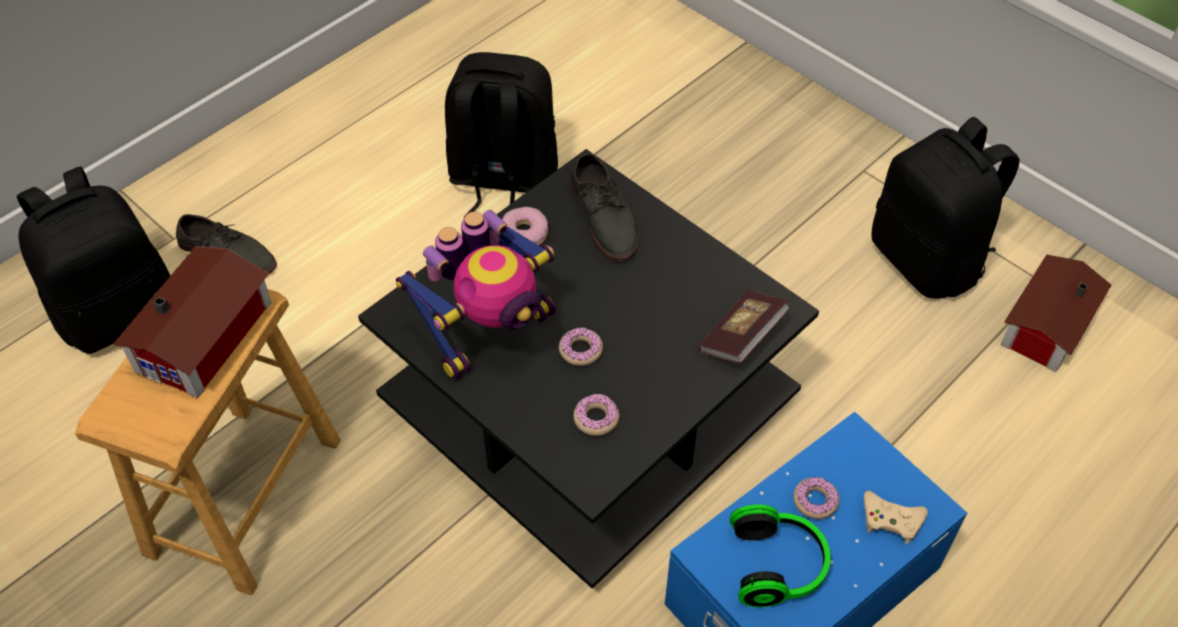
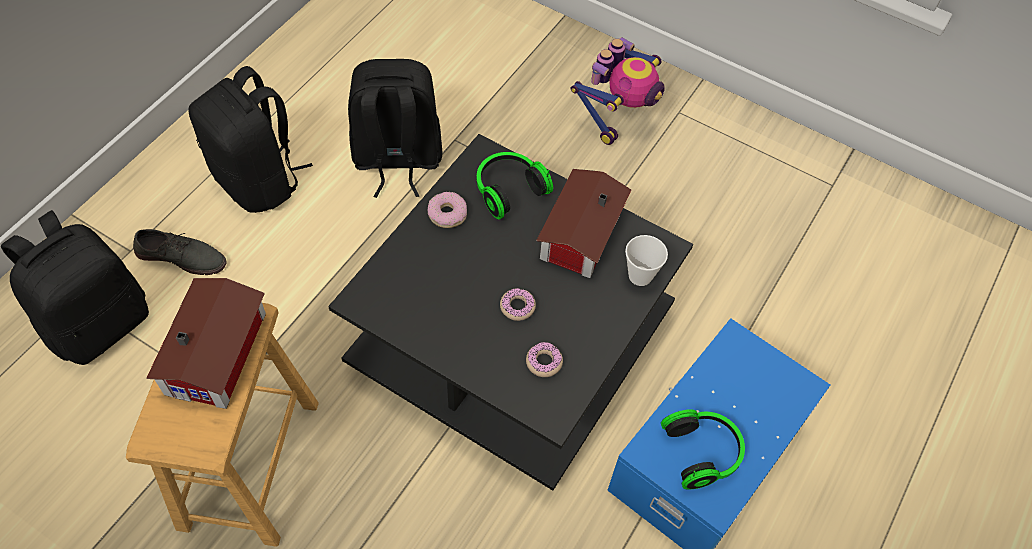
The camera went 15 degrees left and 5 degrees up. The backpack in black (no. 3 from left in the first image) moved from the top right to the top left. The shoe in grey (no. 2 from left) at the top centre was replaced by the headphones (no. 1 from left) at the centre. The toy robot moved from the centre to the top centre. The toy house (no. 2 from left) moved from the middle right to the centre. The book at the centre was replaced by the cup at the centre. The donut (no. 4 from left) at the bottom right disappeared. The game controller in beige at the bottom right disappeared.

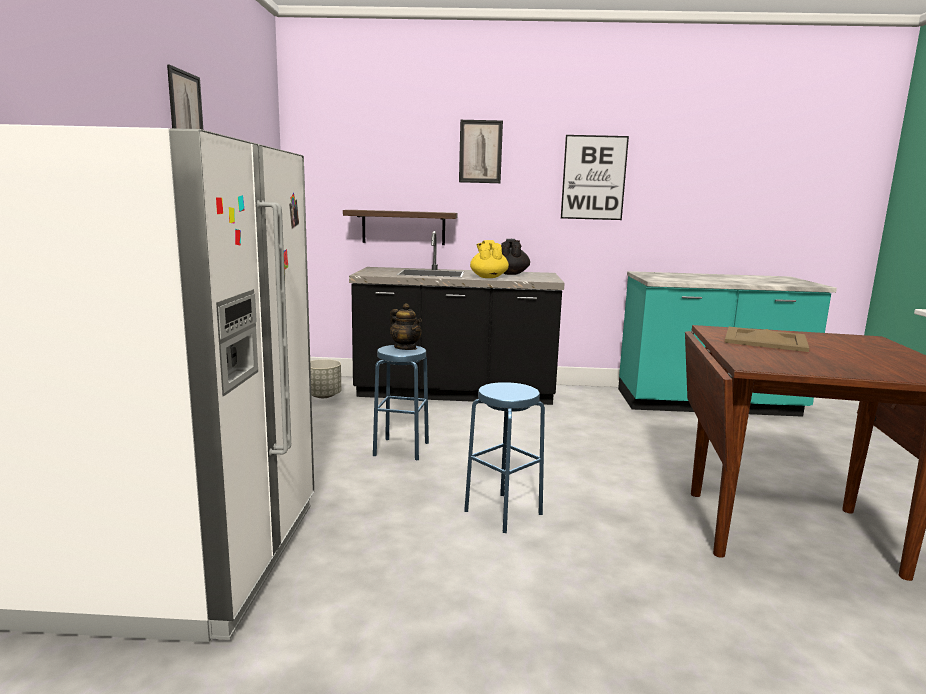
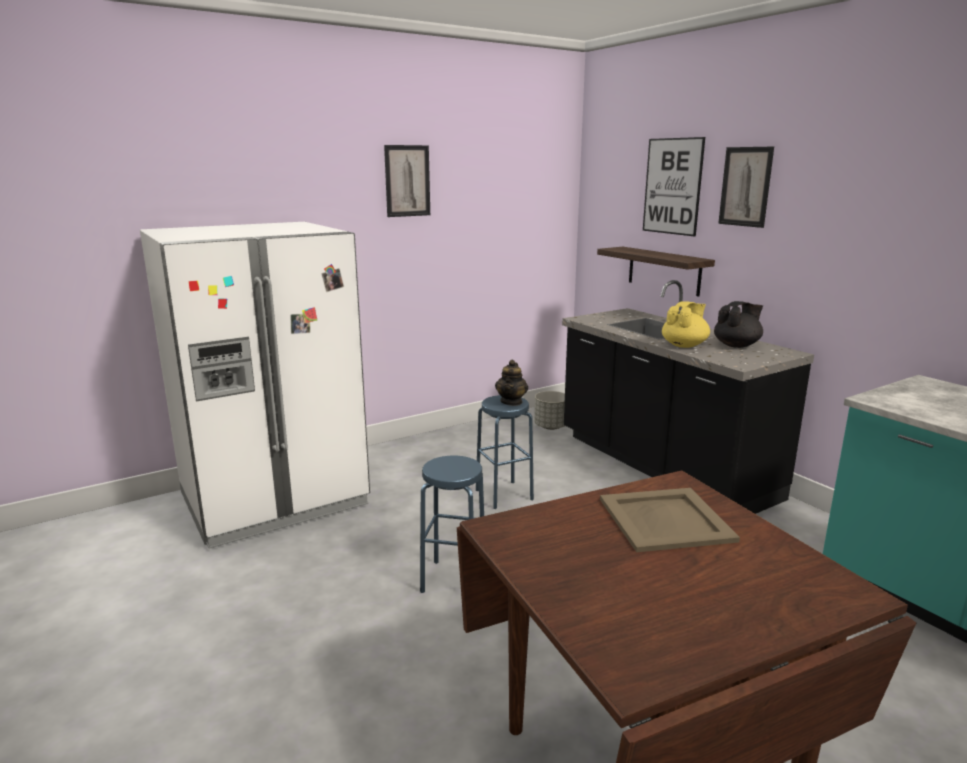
The camera went 55 degrees right and 5 degrees up. The picture (no. 3 from left in the first image) moved from the top centre to the top right.

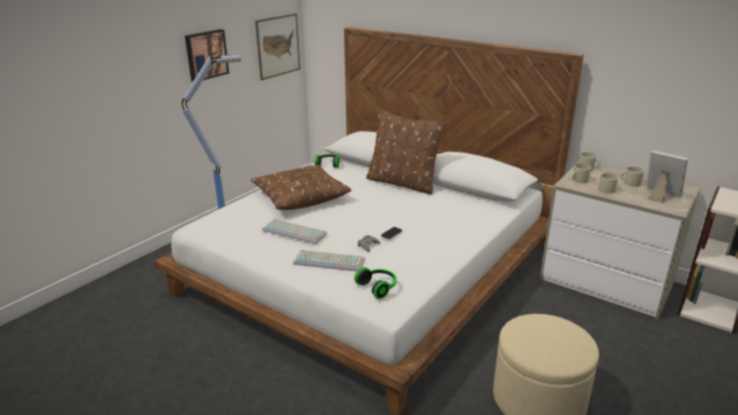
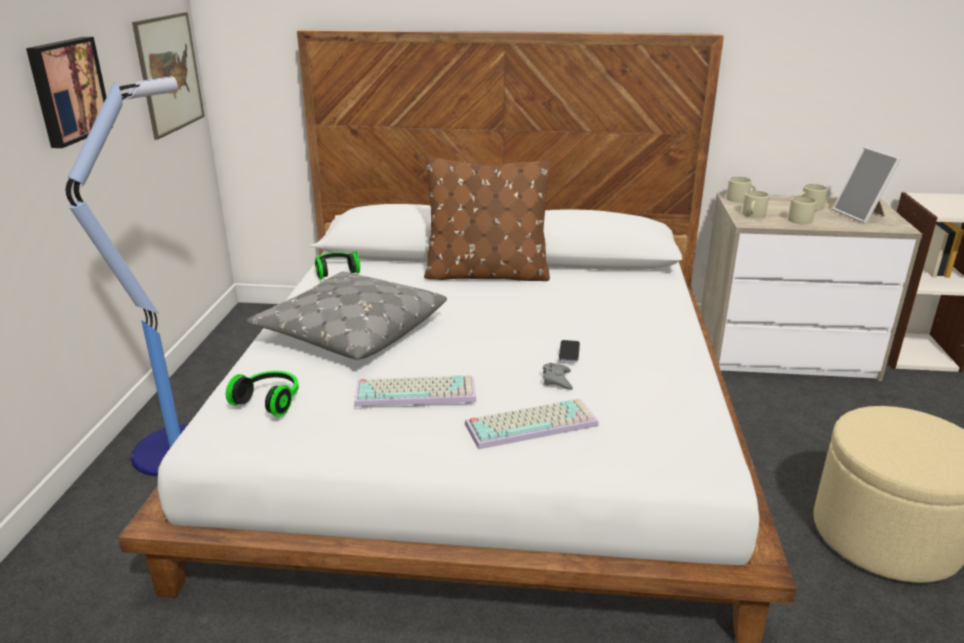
The camera went 30 degrees left and 0 degrees up. The picture frame at the middle right turned 120 degrees counterclockwise. The pillow in brown (no. 1 from left) at the centre became the pillow in grey at the centre. The headphones (no. 2 from left in the first image) moved from the bottom centre to the middle left.

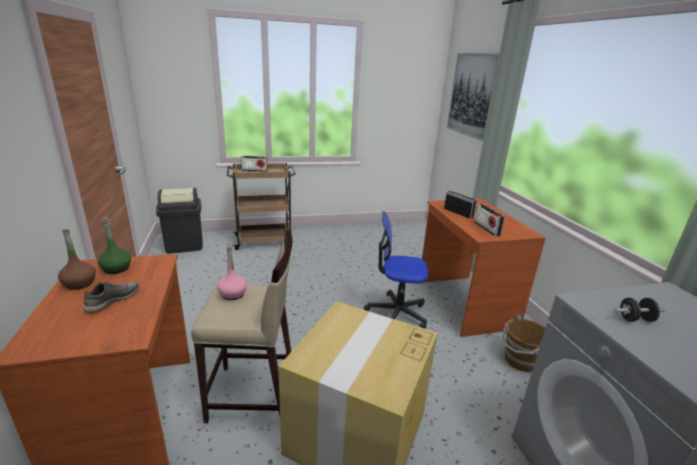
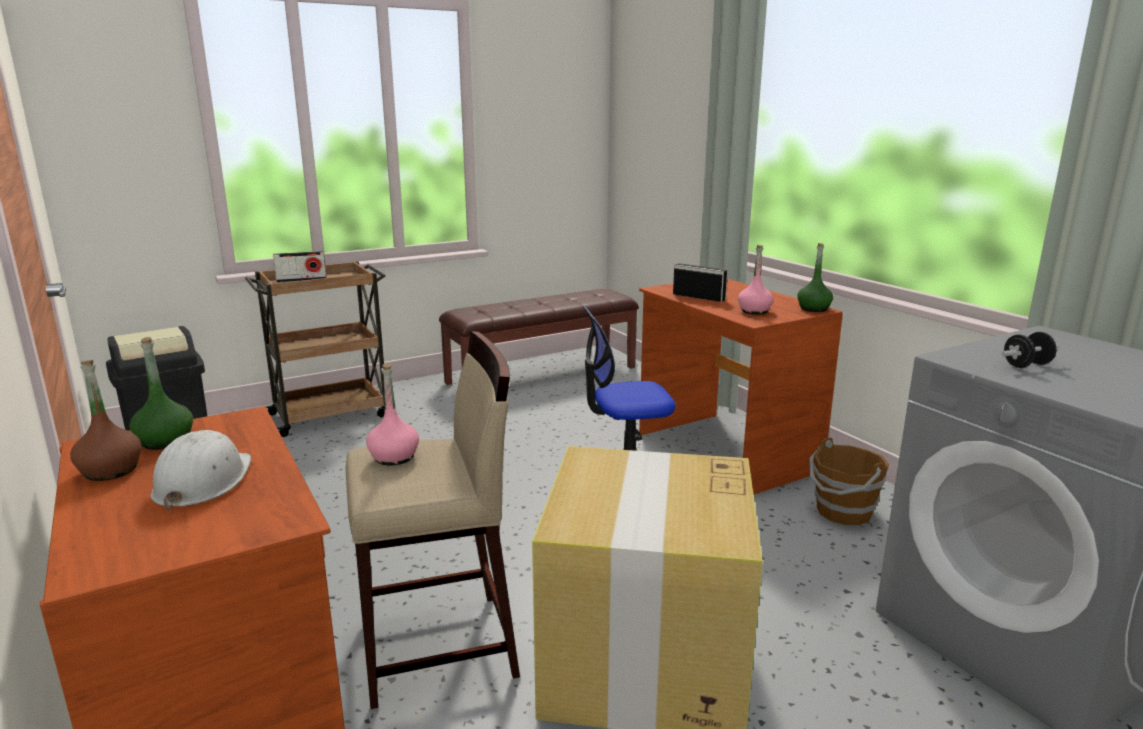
The camera went 15 degrees left and 5 degrees down. The picture at the top right disappeared. The radio (no. 3 from left) at the middle right was replaced by the bottle in pink (no. 2 from left) at the centre. The shoe in grey at the middle left was replaced by the hard hat in white at the middle left. The bottle in green (no. 2 from left) at the middle right appeared. The bench in brown at the centre appeared.

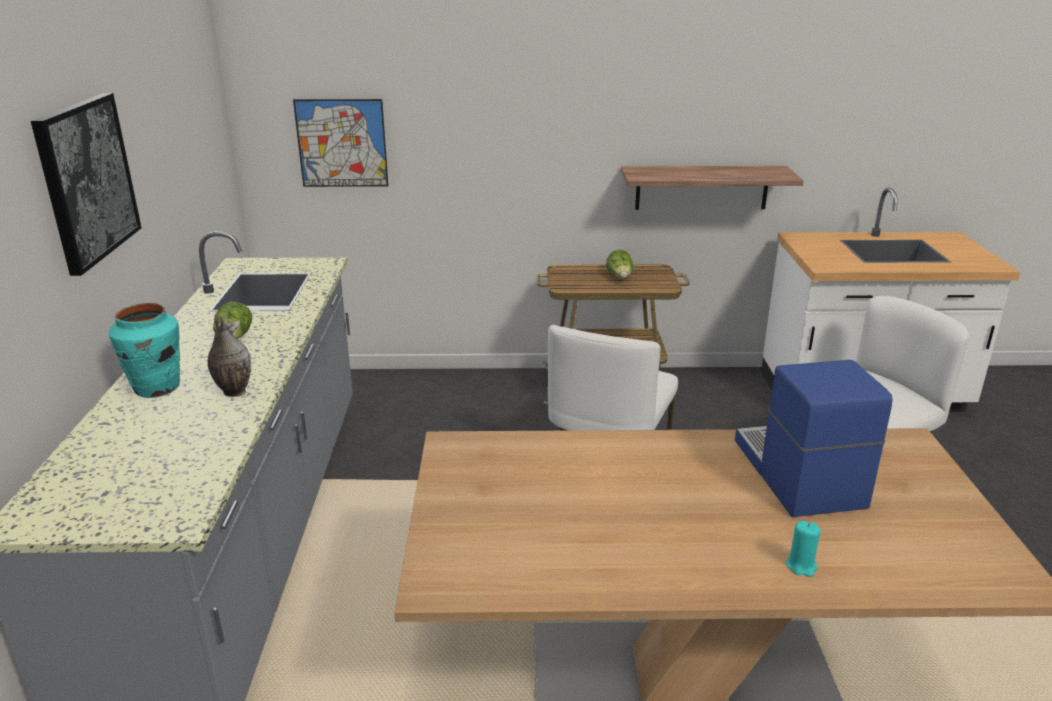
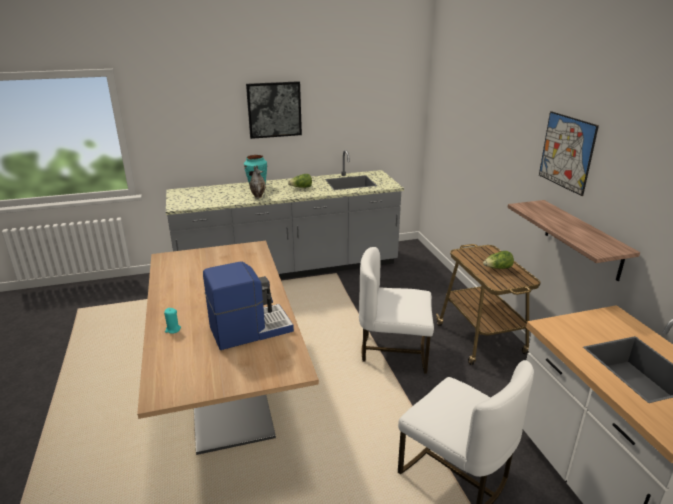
The camera went 75 degrees right and 0 degrees up. The picture (no. 2 from left) moved from the top left to the top right.

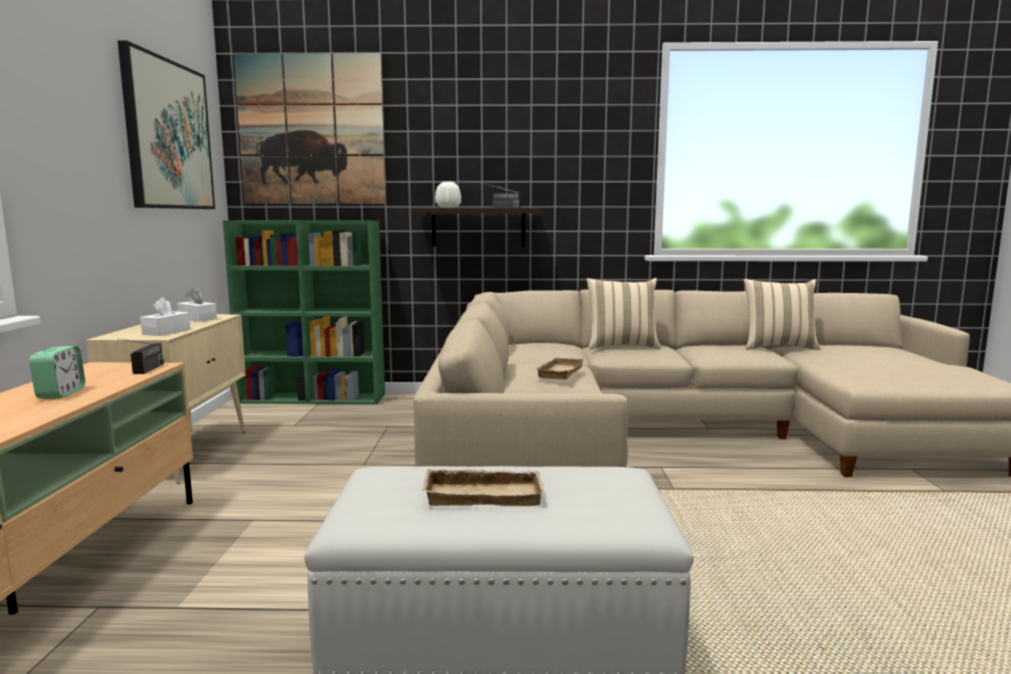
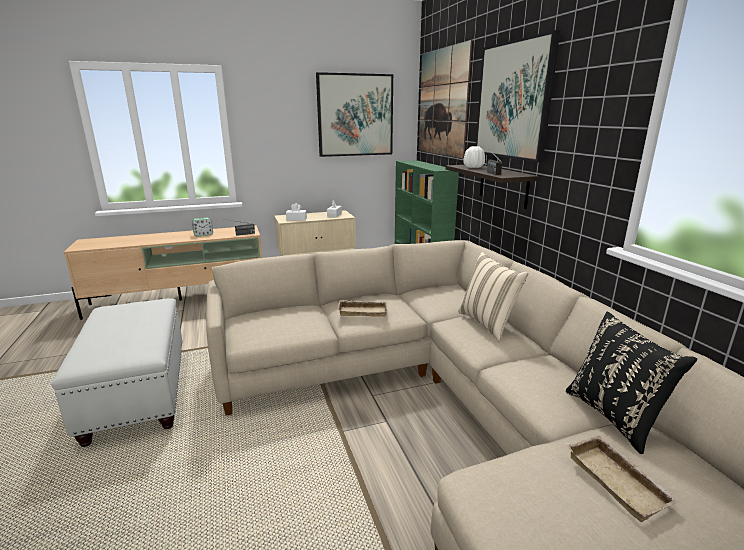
The camera went 70 degrees right and 10 degrees up. The pillow in beige (no. 2 from left) at the middle right became the pillow in black at the bottom right. The tray in beige (no. 1 from left in the first image) moved from the bottom centre to the bottom right. The picture (no. 3 from left) at the top right appeared.

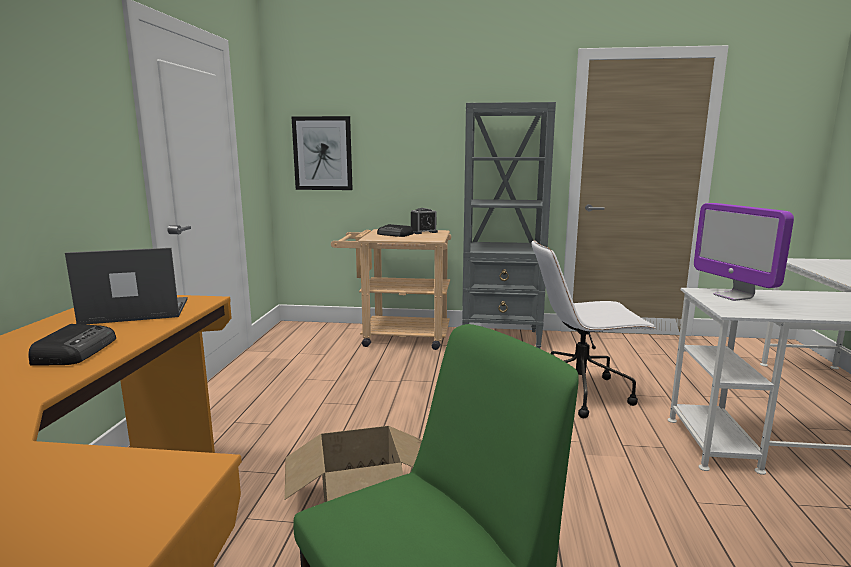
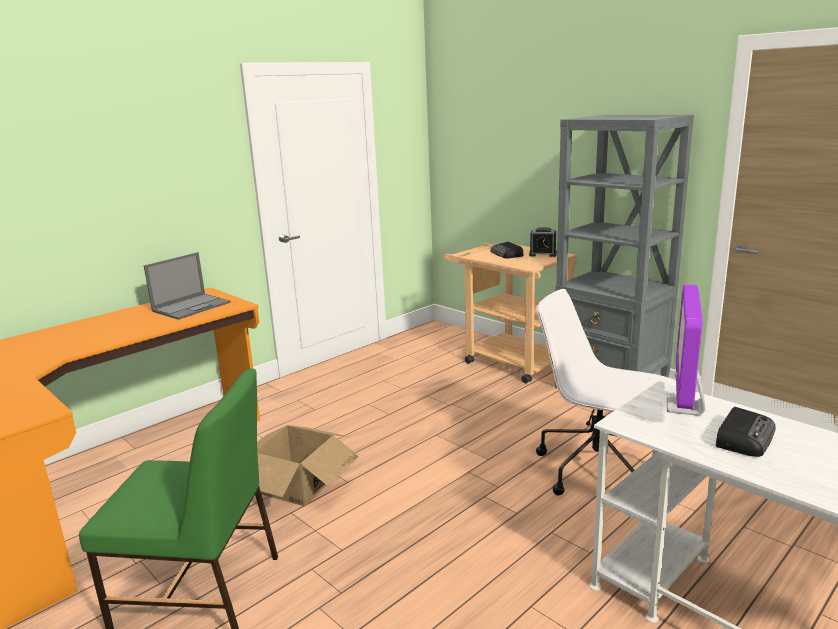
The camera went 40 degrees right and 5 degrees up. The picture at the top centre disappeared. The laptop at the middle left turned 105 degrees clockwise. The radio (no. 1 from left in the first image) moved from the middle left to the bottom right.

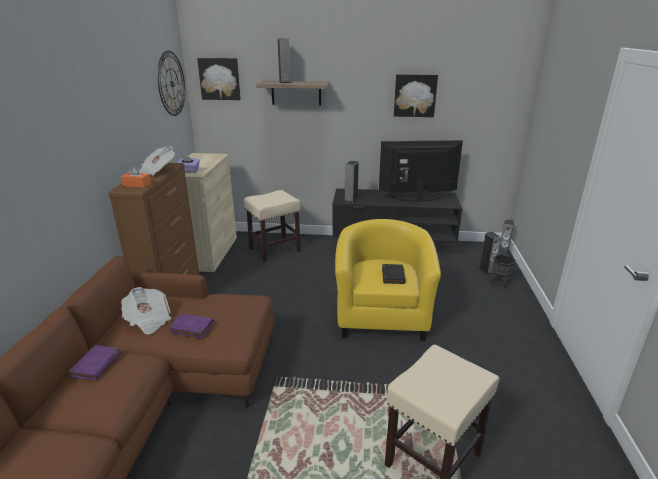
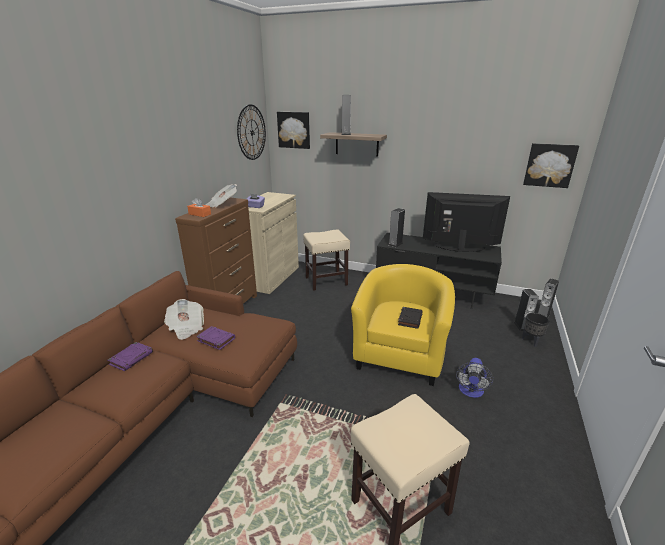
The camera went 15 degrees right and 0 degrees up. The picture (no. 2 from left) moved from the top centre to the top right. The fan at the bottom right appeared.

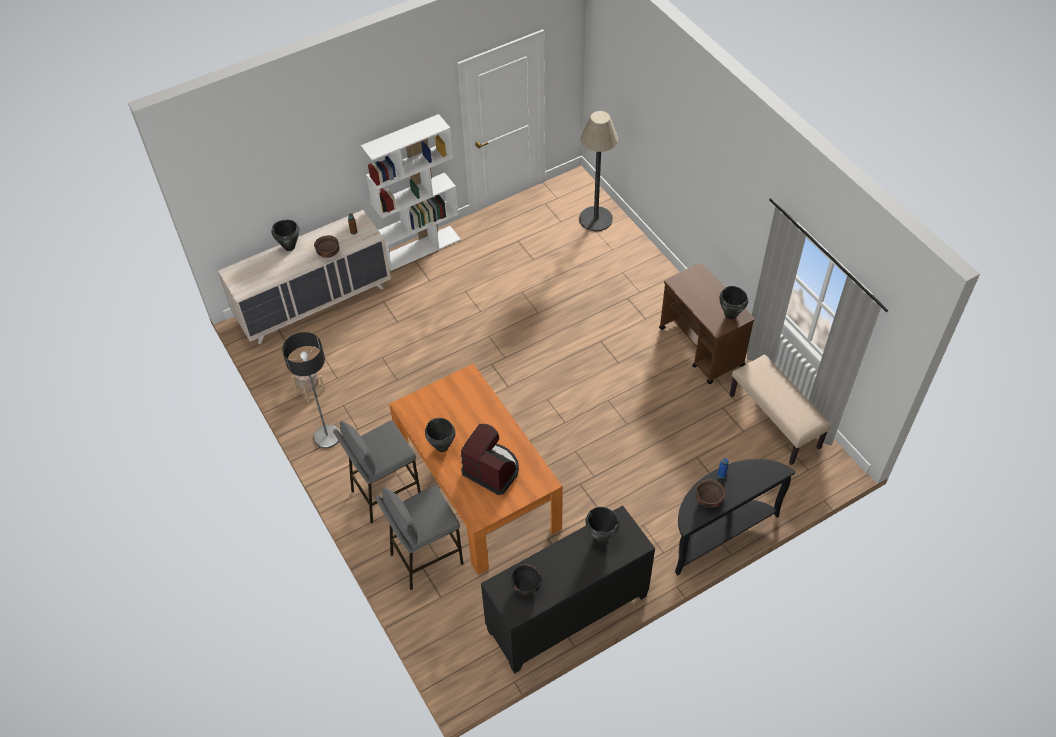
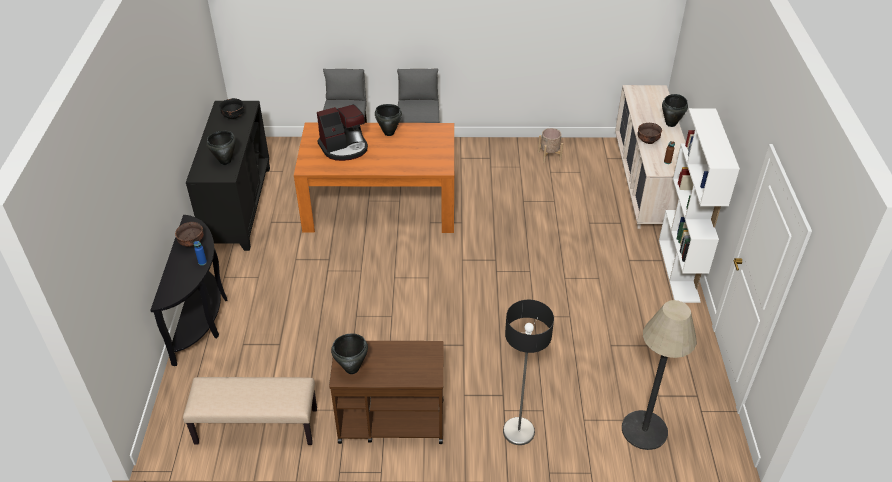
The camera went 120 degrees right and 10 degrees down. The floor lamp (no. 1 from left) moved from the middle left to the bottom centre.

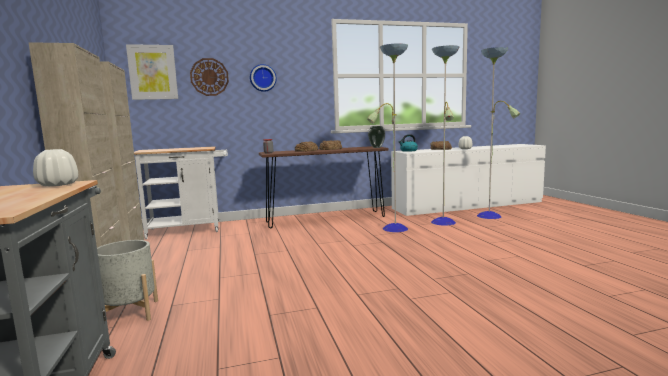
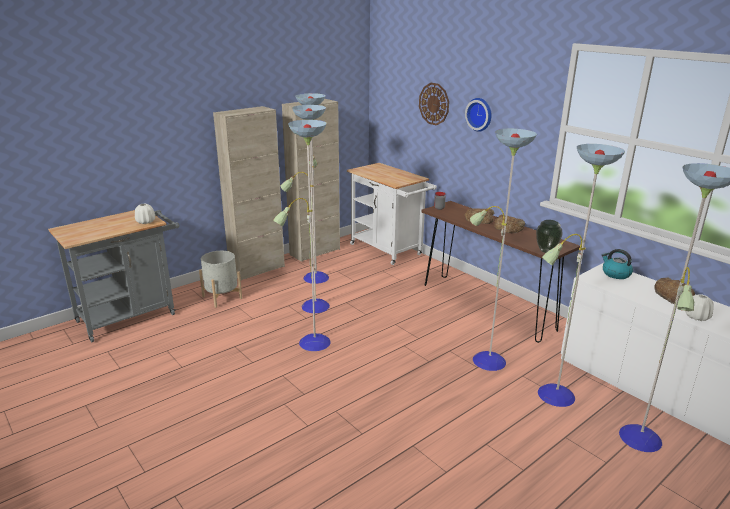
The camera went 65 degrees right and 15 degrees up. The picture at the top left disappeared. The floor lamp (no. 1 from left) at the centre appeared.

